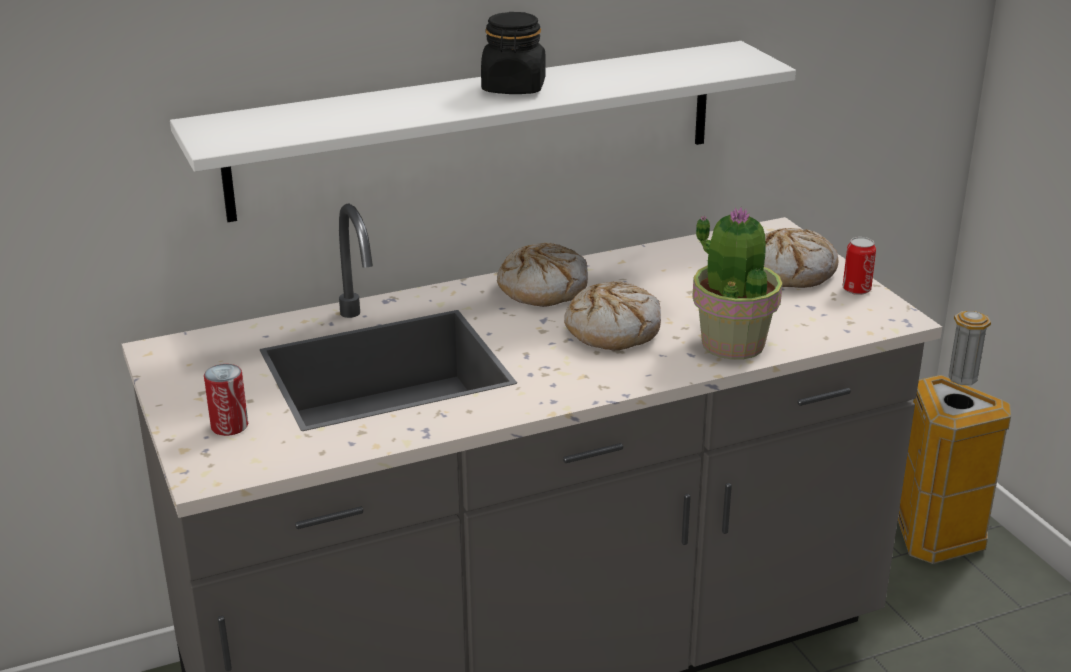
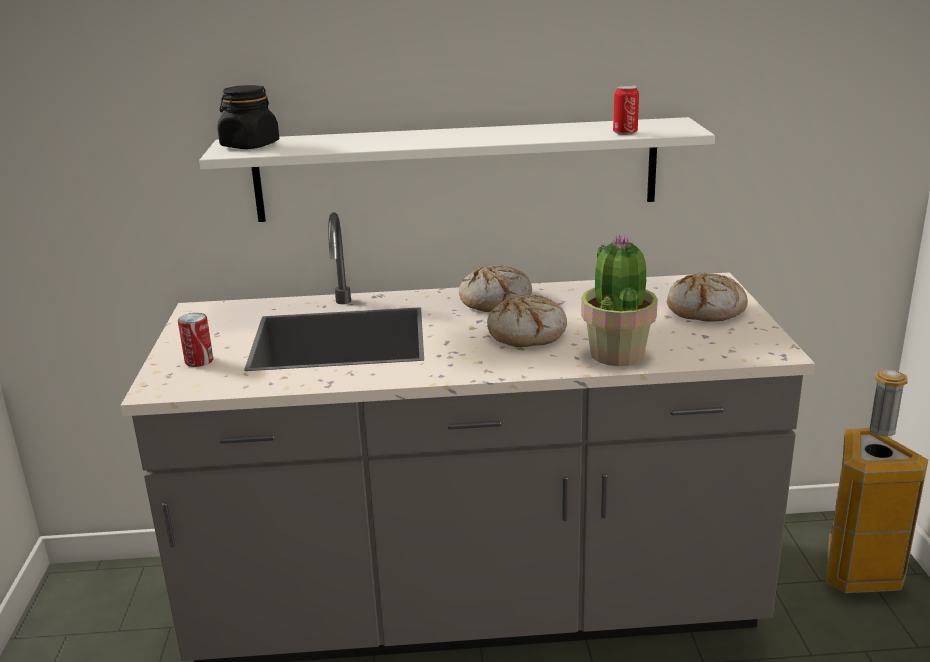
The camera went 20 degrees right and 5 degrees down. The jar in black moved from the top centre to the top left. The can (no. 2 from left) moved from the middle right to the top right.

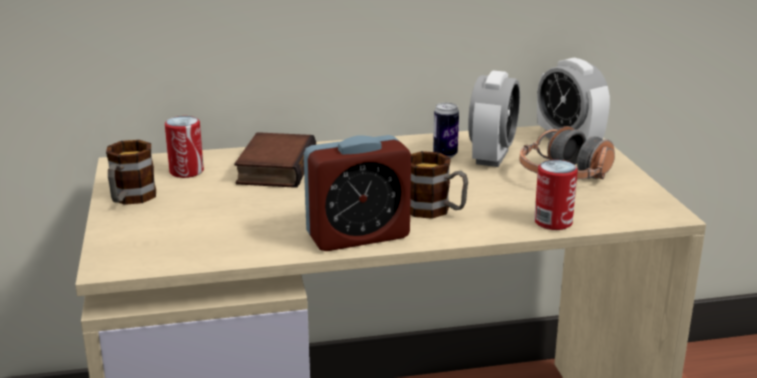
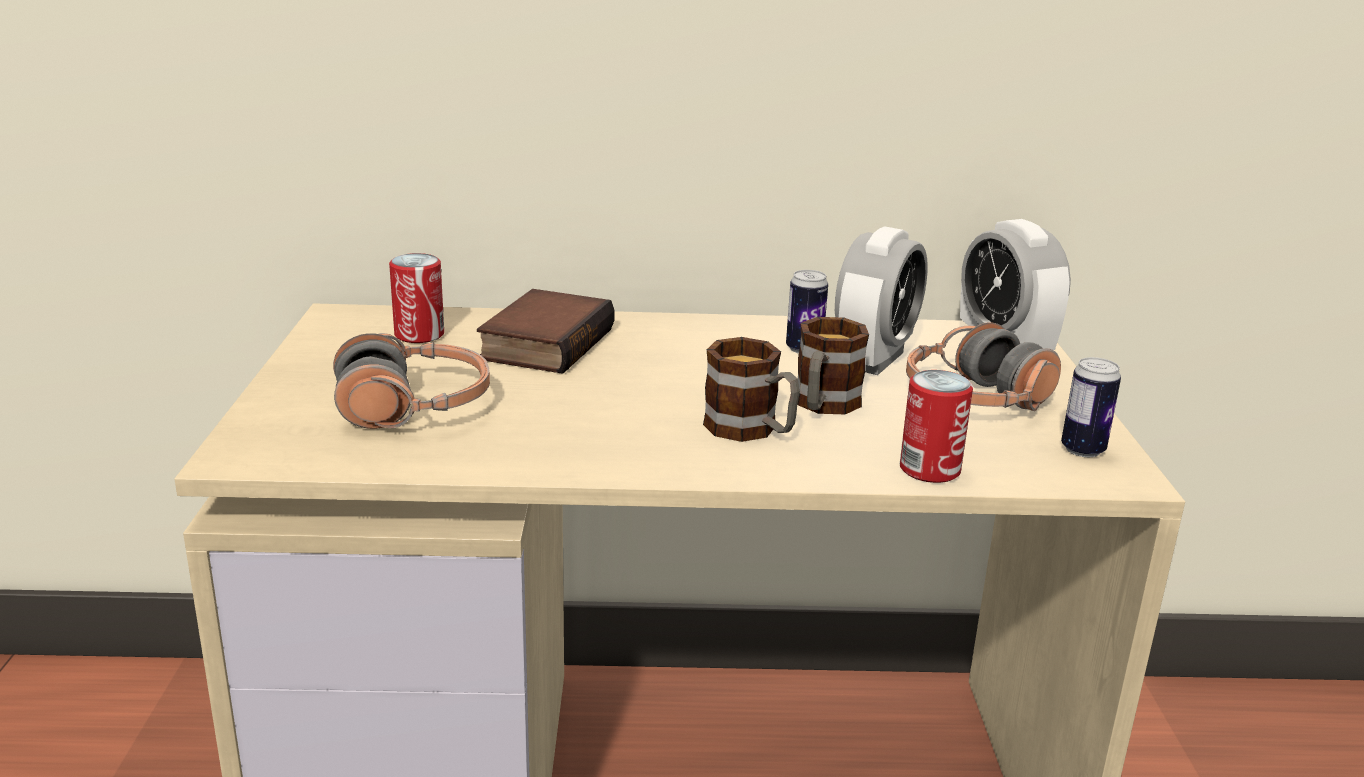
The camera went 10 degrees right and 0 degrees up. The alarm clock (no. 1 from left) at the centre disappeared. The mug (no. 1 from left in the first image) moved from the middle left to the centre. The headphones (no. 1 from left) at the middle left appeared. The can (no. 4 from left) at the middle right appeared.

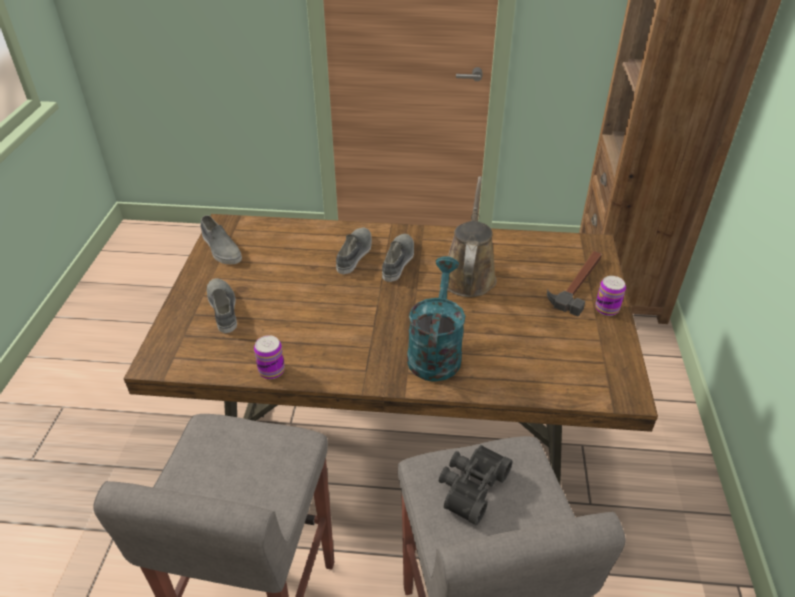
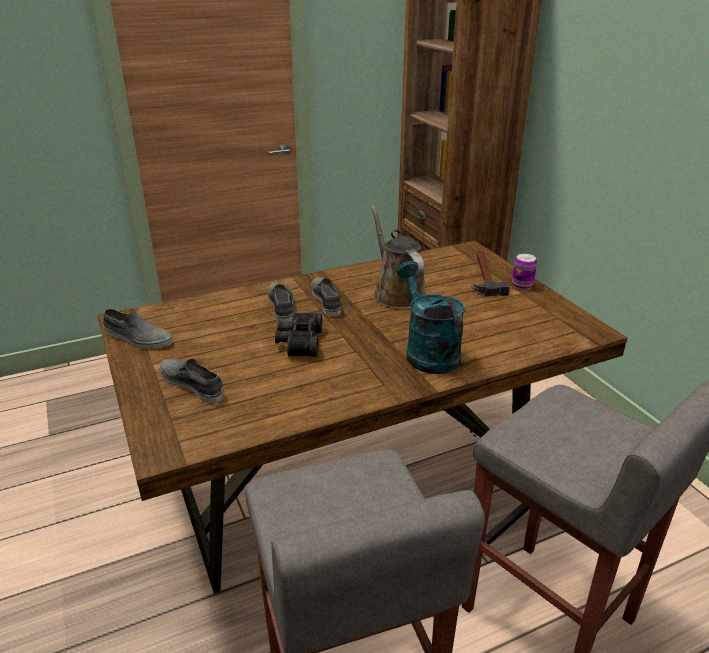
The camera went 30 degrees left and 10 degrees down. The can (no. 1 from left) at the centre disappeared. The binoculars in black moved from the bottom centre to the centre.

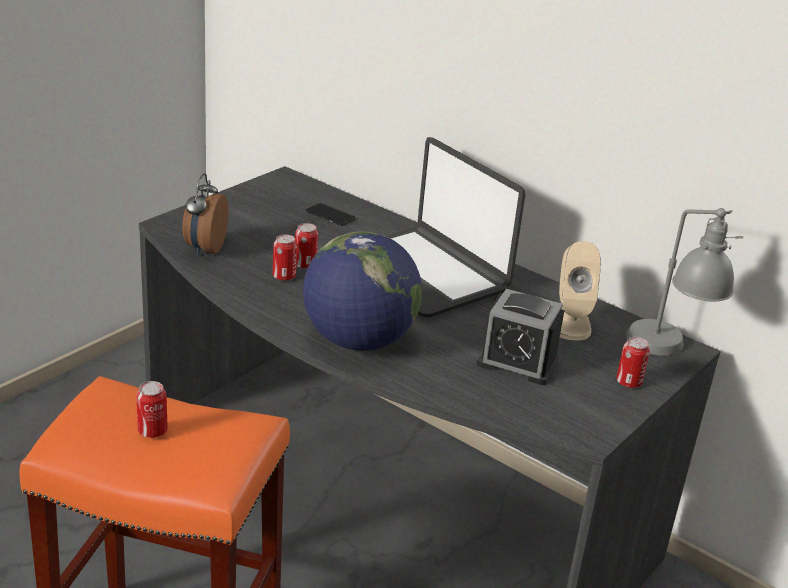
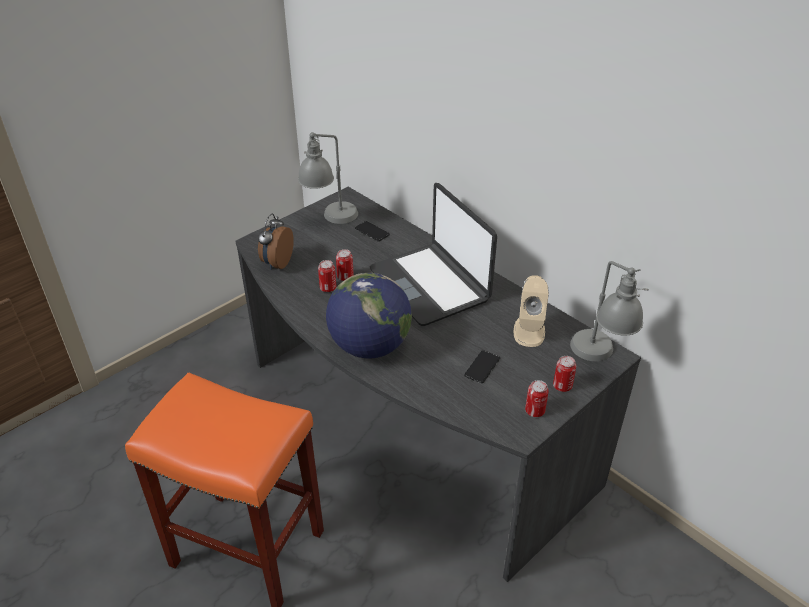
The camera went 10 degrees right and 10 degrees up. The alarm clock (no. 2 from left) at the centre was replaced by the phone (no. 2 from left) at the centre. The can (no. 1 from left in the first image) moved from the bottom left to the centre. The table lamp in grey (no. 1 from left) at the top centre appeared.

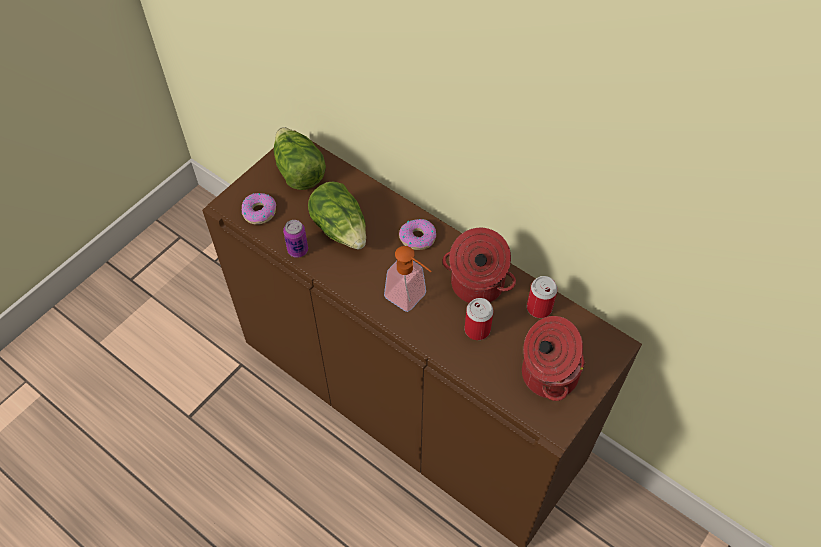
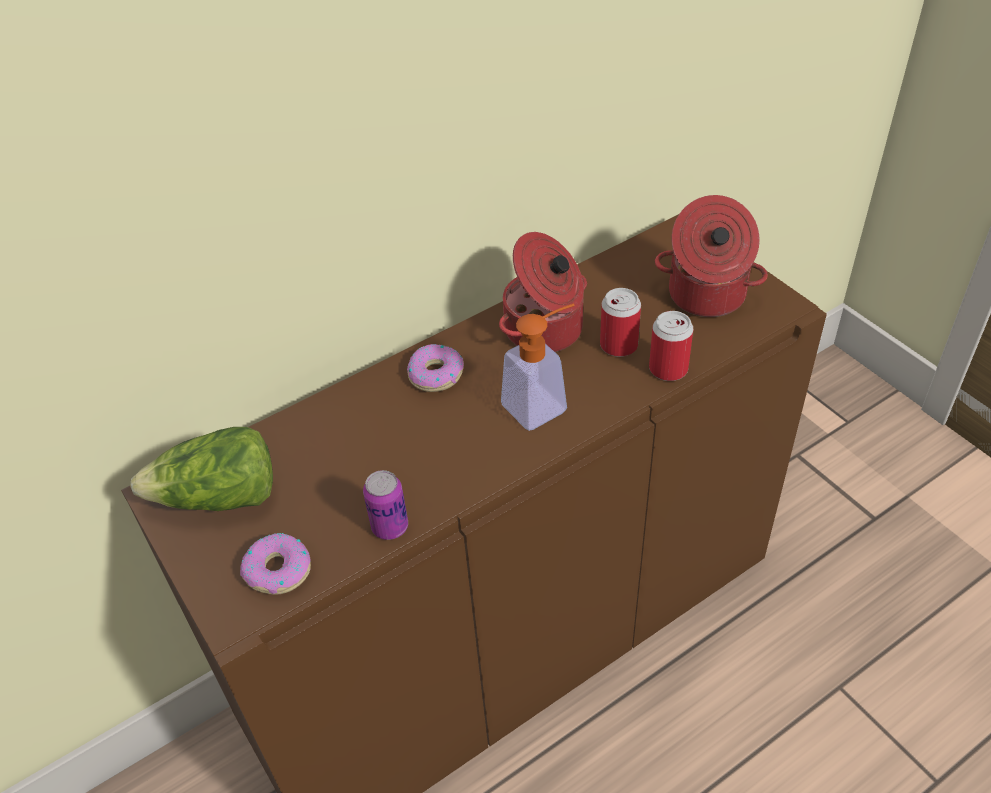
The camera went 70 degrees left and 10 degrees down. The lettuce (no. 2 from left) at the centre disappeared. The can (no. 3 from left) moved from the centre to the middle right.

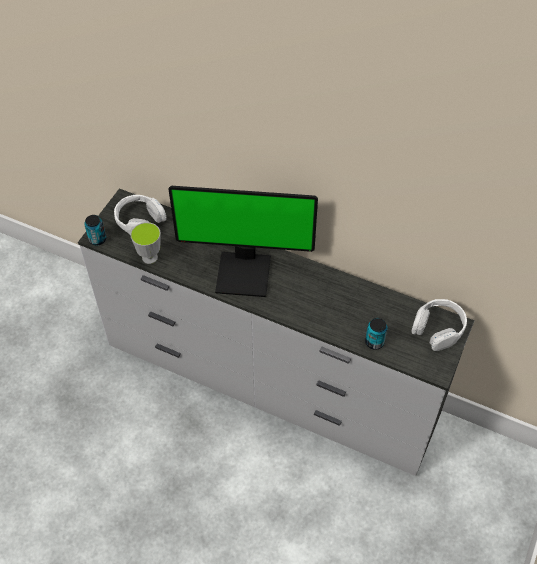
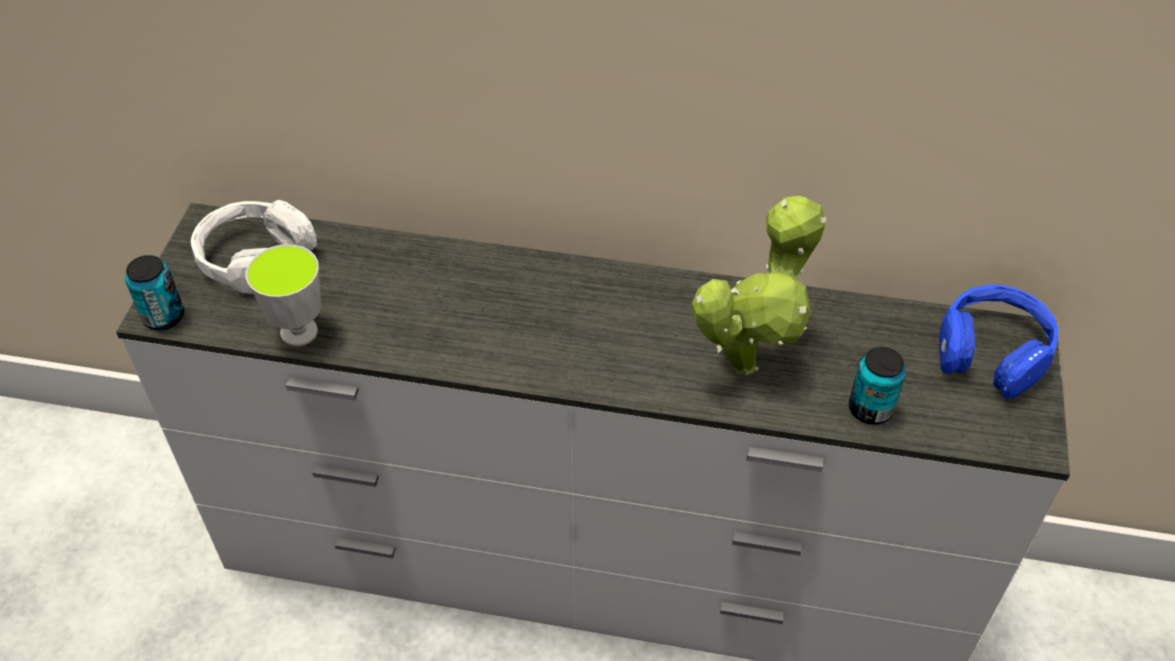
The camera went 15 degrees left and 5 degrees down. The monitor at the centre disappeared. The headphones in white (no. 2 from left) at the middle right became the headphones in blue at the middle right. The potted plant at the centre appeared.

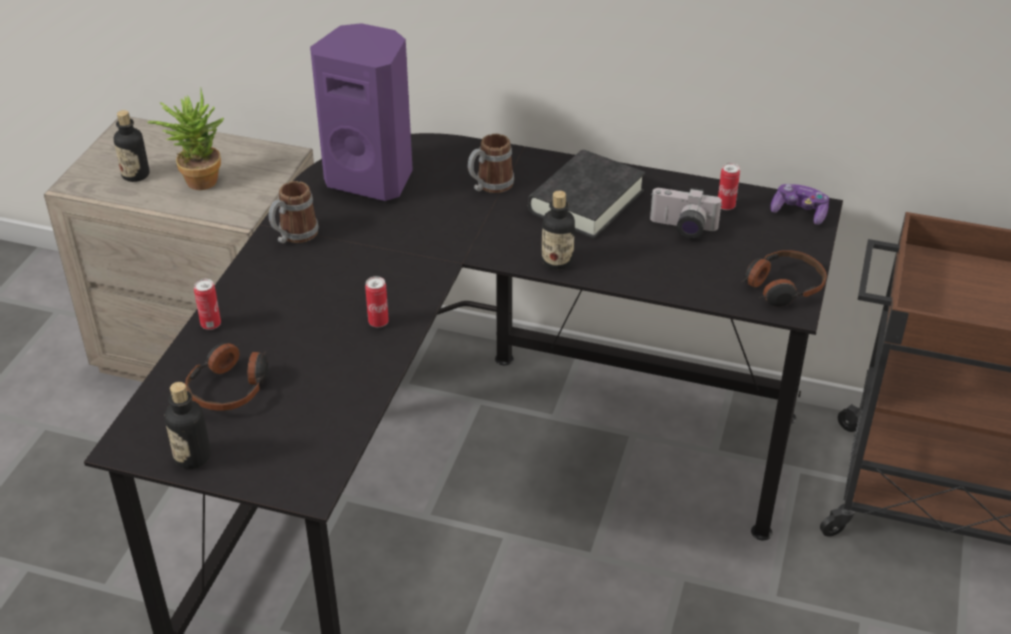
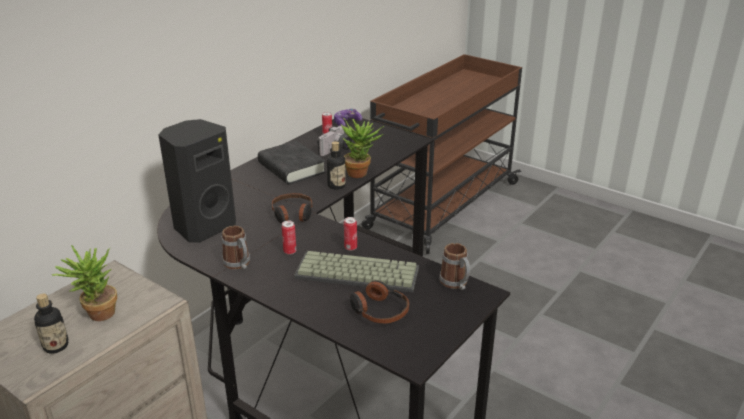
The camera went 70 degrees left and 10 degrees down. The speaker in purple at the top centre became the speaker in black at the middle left. The mug (no. 2 from left) moved from the top centre to the centre. The headphones (no. 2 from left in the first image) moved from the middle right to the centre. The can (no. 1 from left) moved from the middle left to the centre. The bottle (no. 2 from left) at the bottom left disappeared. The potted plant (no. 2 from left) at the centre appeared. The keyboard at the centre appeared.

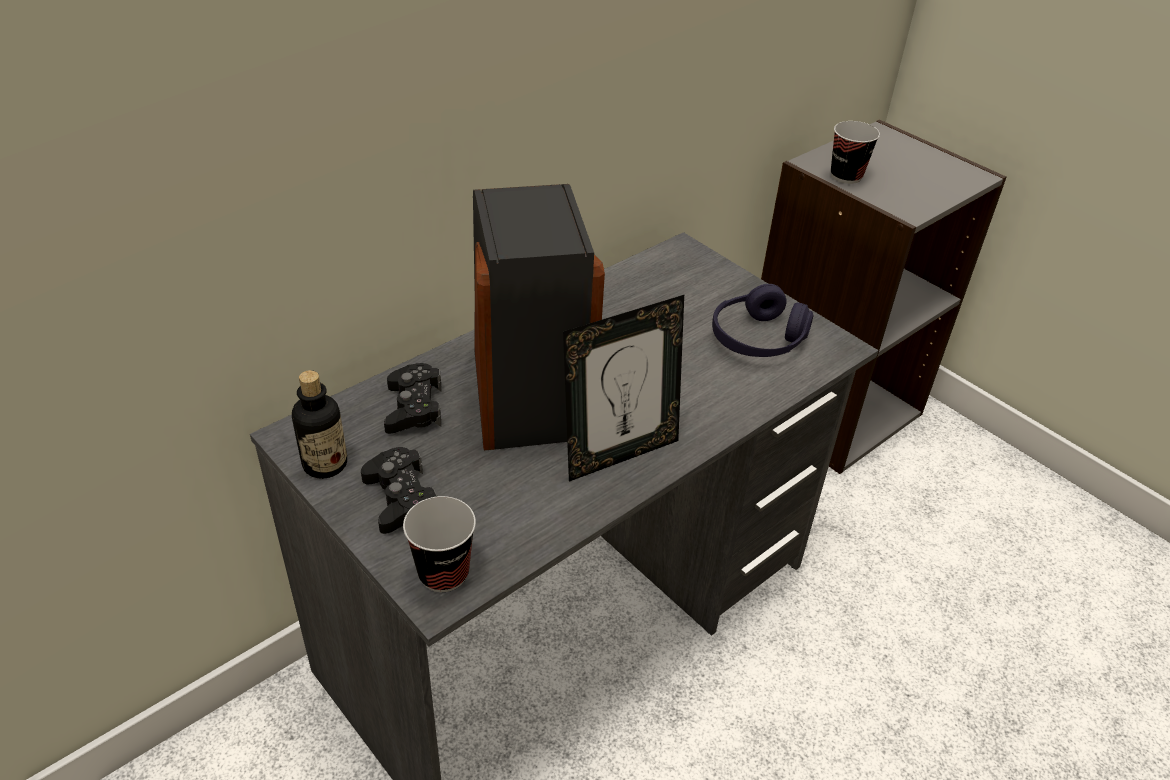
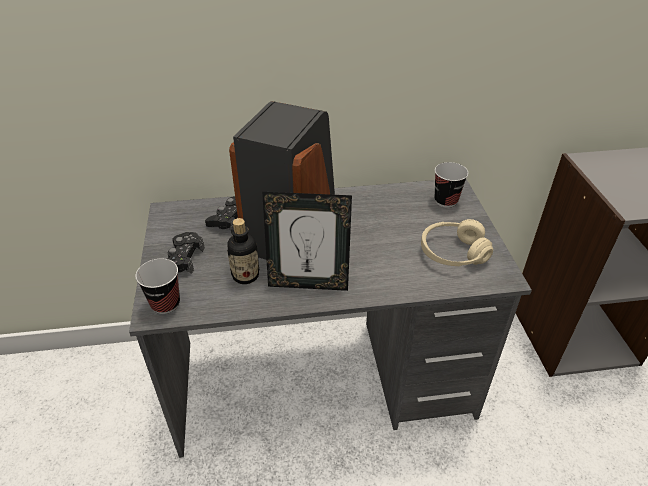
The camera went 35 degrees right and 0 degrees up. The cup (no. 2 from left) moved from the top right to the middle right. The headphones in purple at the centre became the headphones in beige at the middle right. The bottle moved from the middle left to the centre.

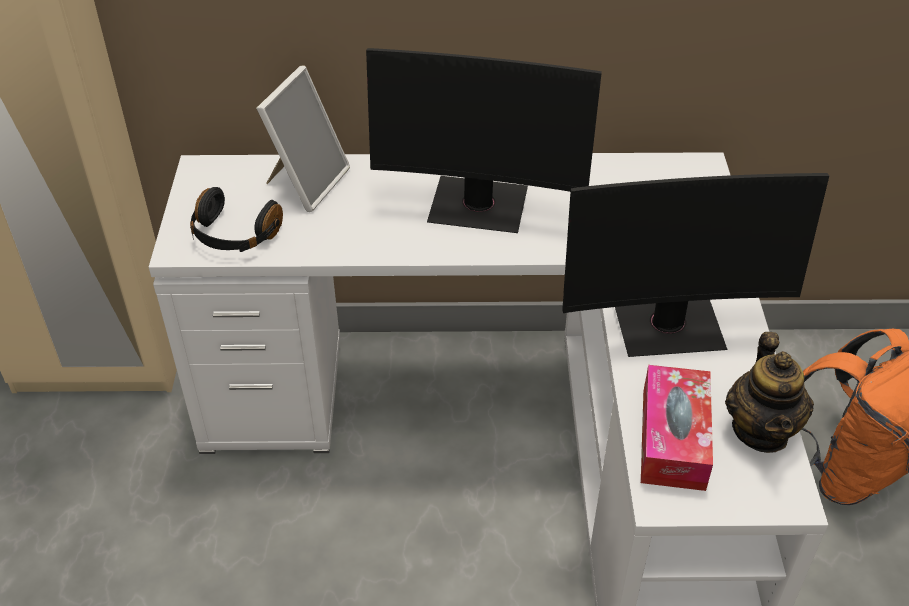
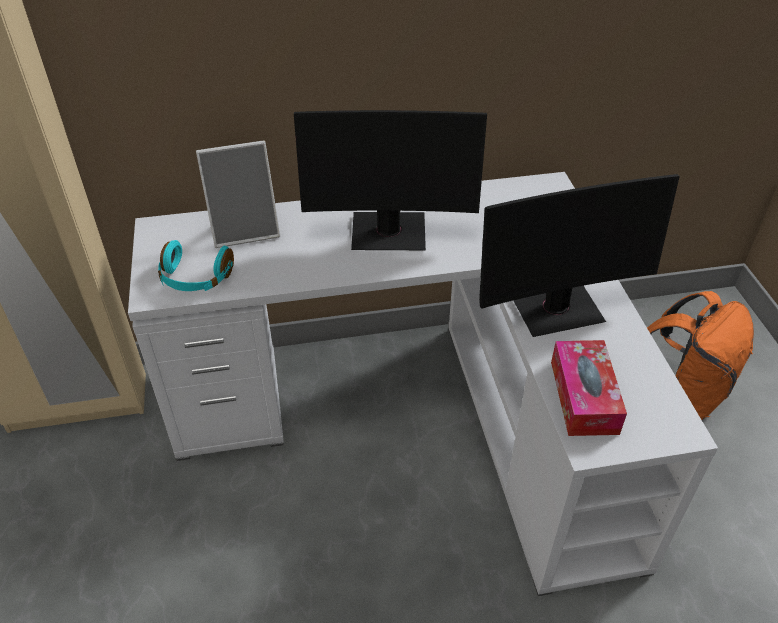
The camera went 10 degrees left and 0 degrees up. The picture frame at the top centre turned 60 degrees clockwise. The headphones in black at the middle left became the headphones in turquoise at the middle left. The teapot at the middle right disappeared.

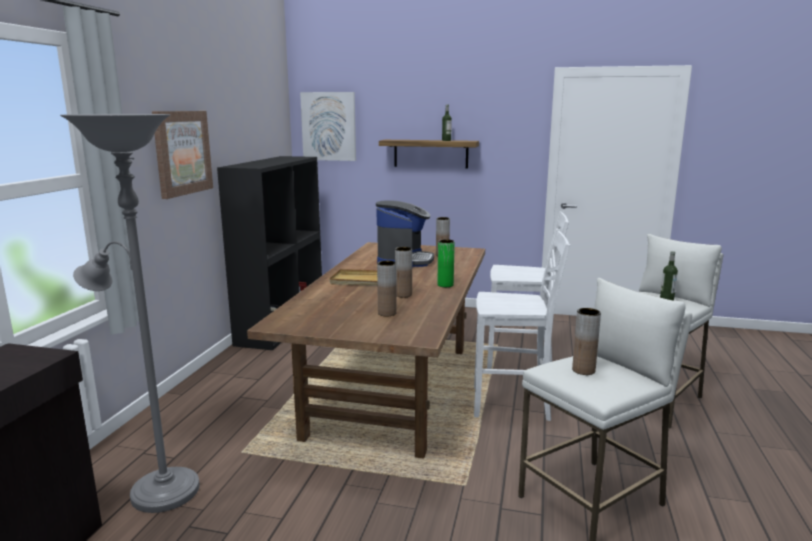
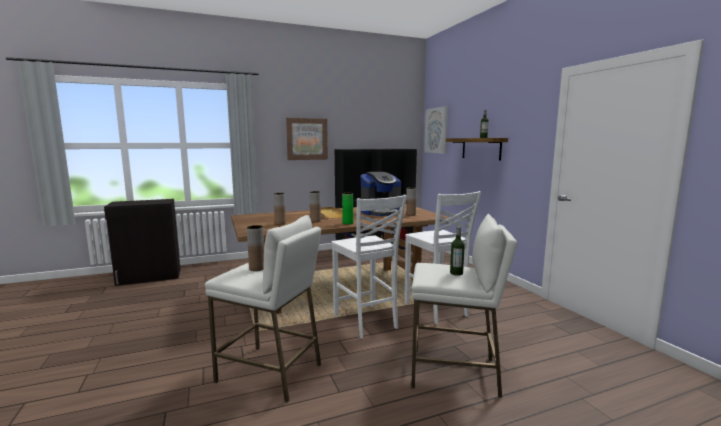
The camera went 55 degrees right and 5 degrees down. The floor lamp in grey at the middle left disappeared.

